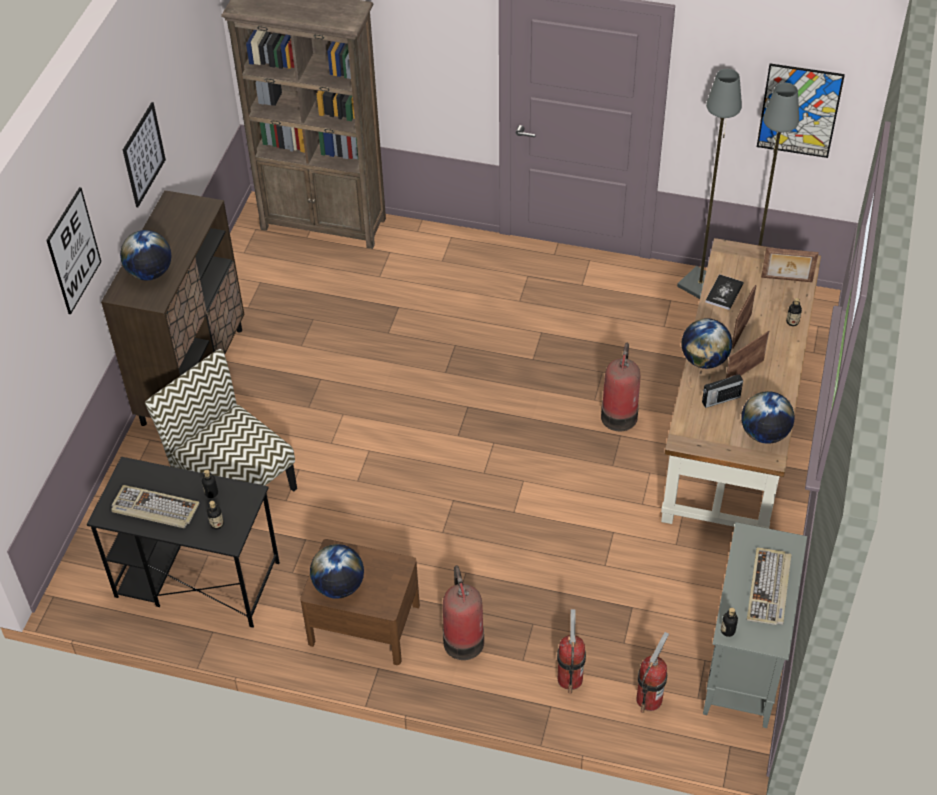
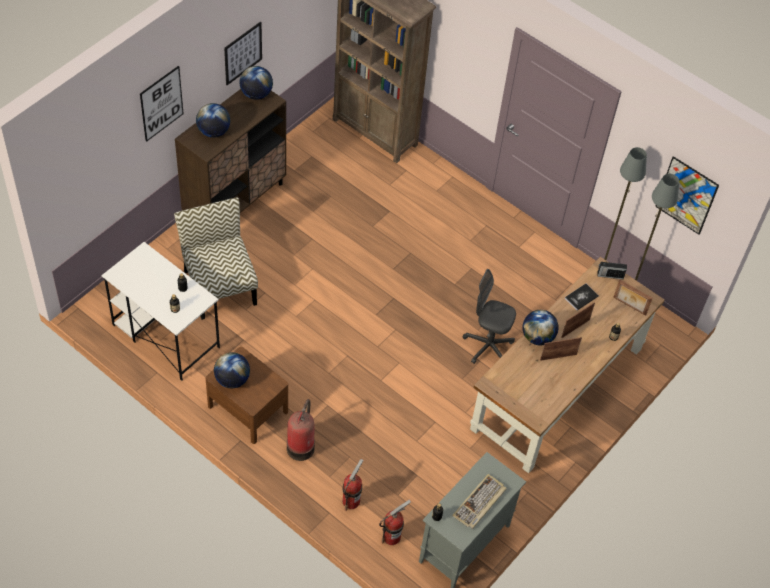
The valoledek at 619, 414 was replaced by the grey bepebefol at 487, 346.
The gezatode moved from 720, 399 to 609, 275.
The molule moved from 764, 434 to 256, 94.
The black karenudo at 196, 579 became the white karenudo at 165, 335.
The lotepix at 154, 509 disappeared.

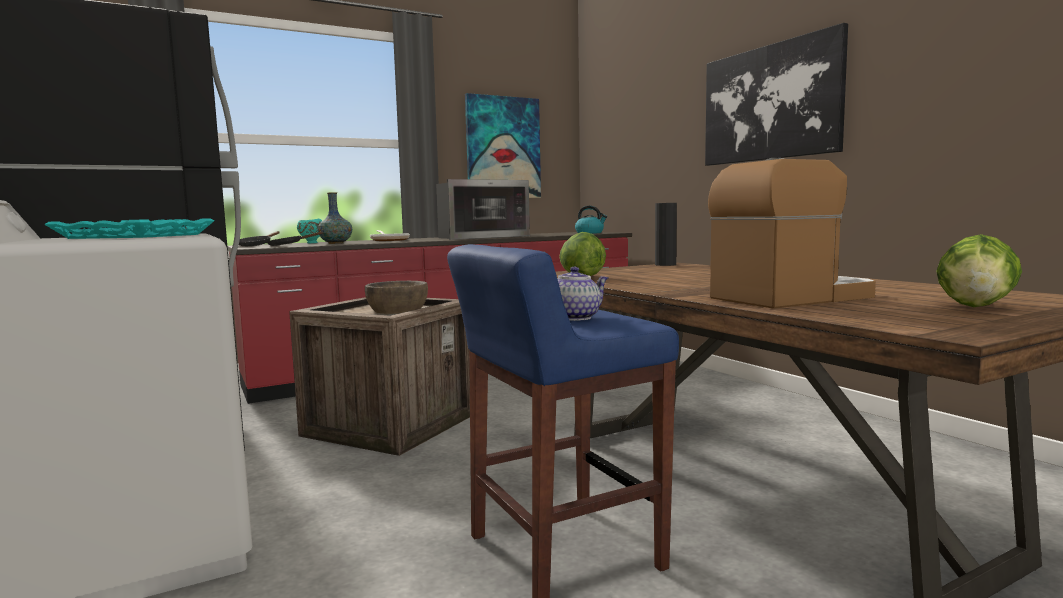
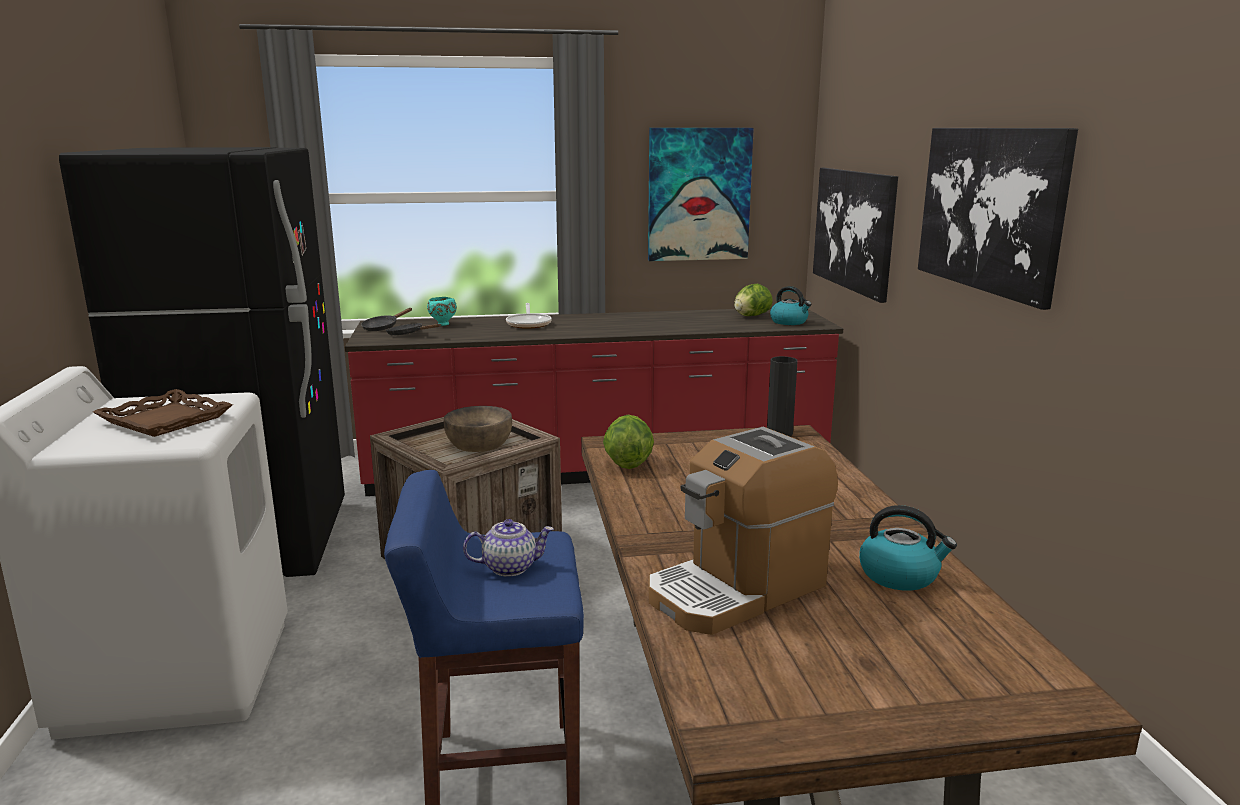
The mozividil at 791, 297 turned 150 degrees clockwise.
The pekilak at 480, 237 disappeared.
The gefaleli at 336, 243 disappeared.
The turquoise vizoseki at 134, 236 became the brown vizoseki at 164, 420.
The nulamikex moved from 975, 306 to 751, 316.
The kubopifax at 854, 230 appeared.
The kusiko at 900, 575 appeared.

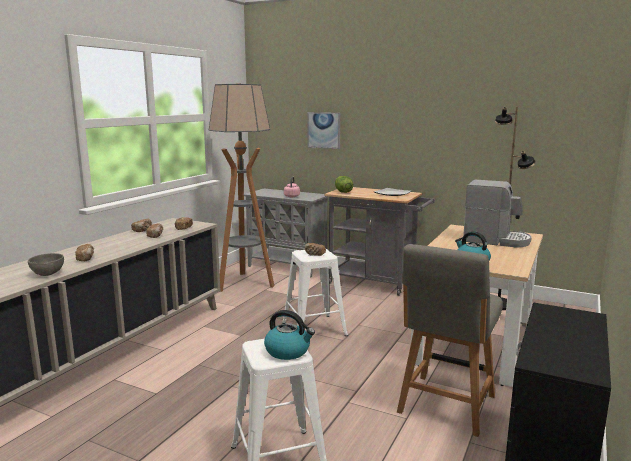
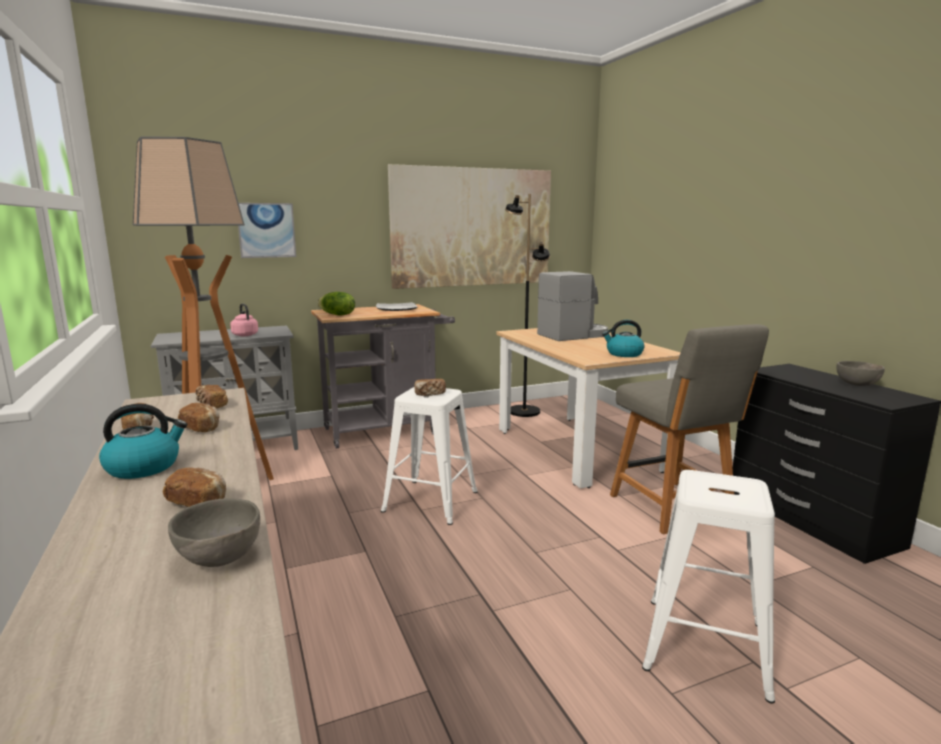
The kusiko moved from 288, 351 to 144, 467.
The kubopifax at 472, 227 appeared.
The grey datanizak at 858, 385 appeared.

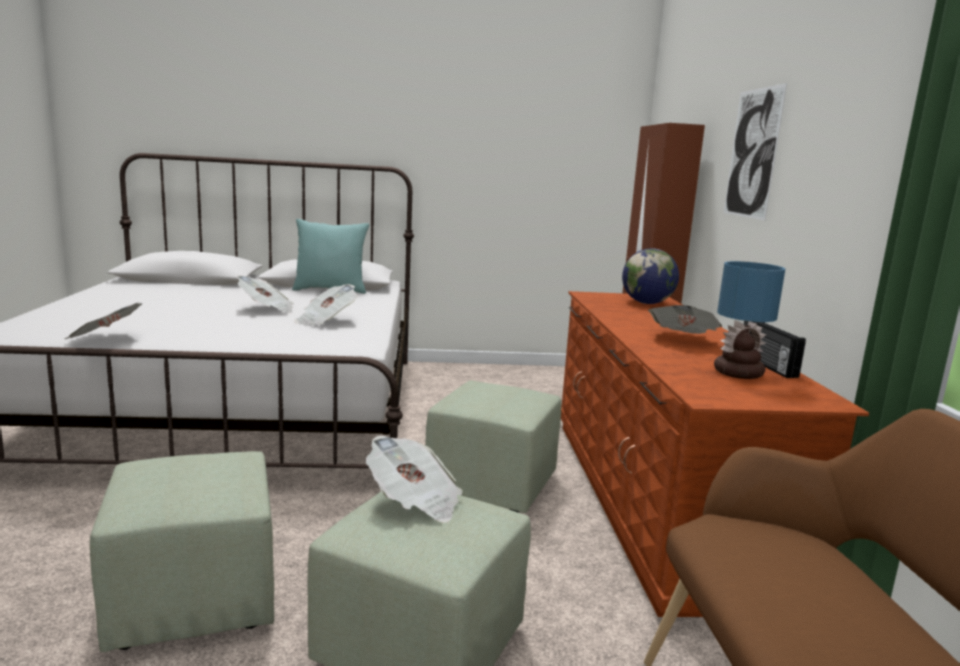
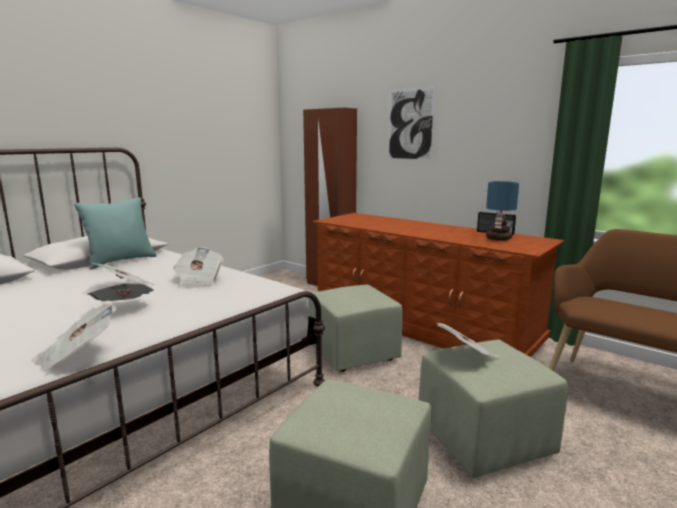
The molule at 647, 303 disappeared.
The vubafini moved from 682, 339 to 124, 308.

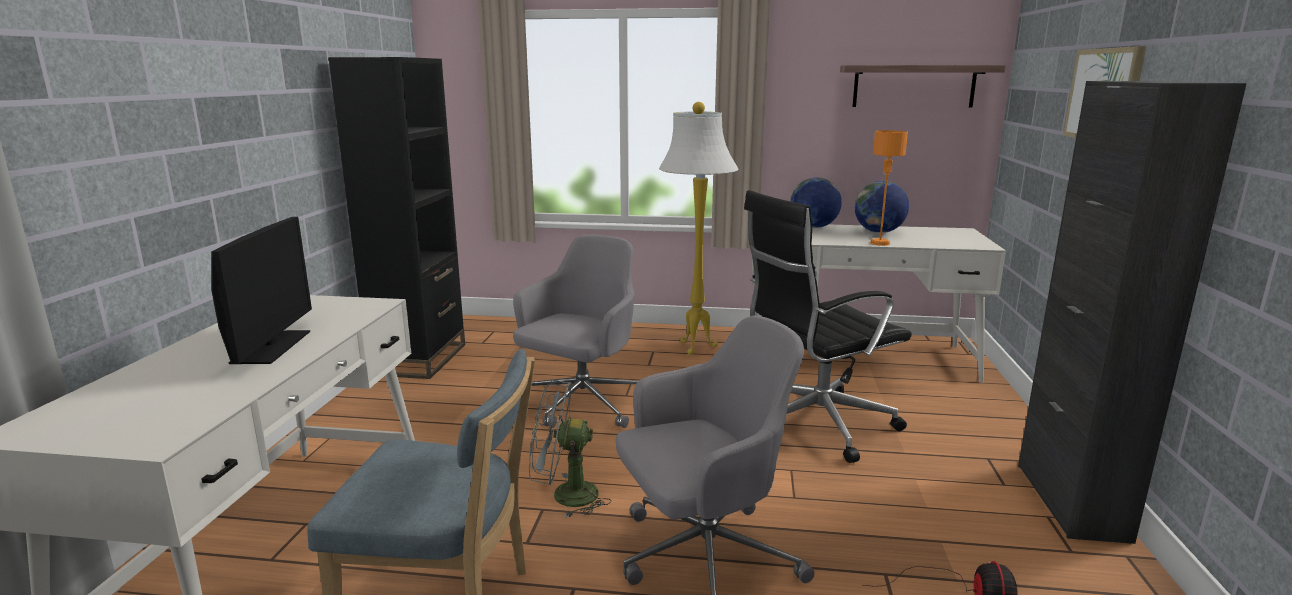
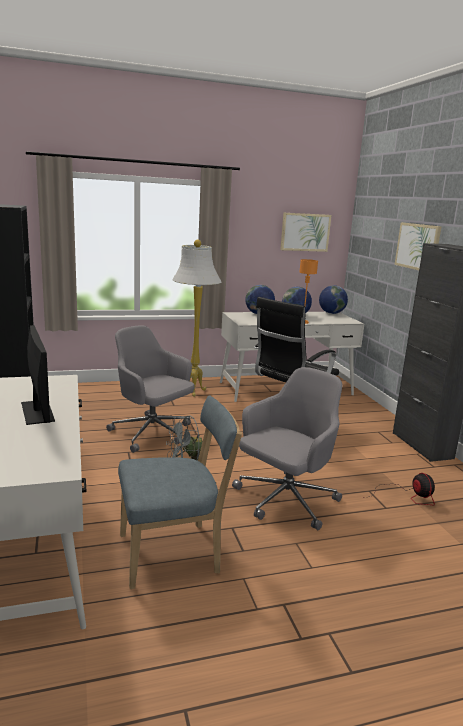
The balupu at 913, 86 was replaced by the kubopifax at 305, 232.
The grey bepebefol at 581, 404 turned 60 degrees counterclockwise.
The molule at 331, 313 appeared.

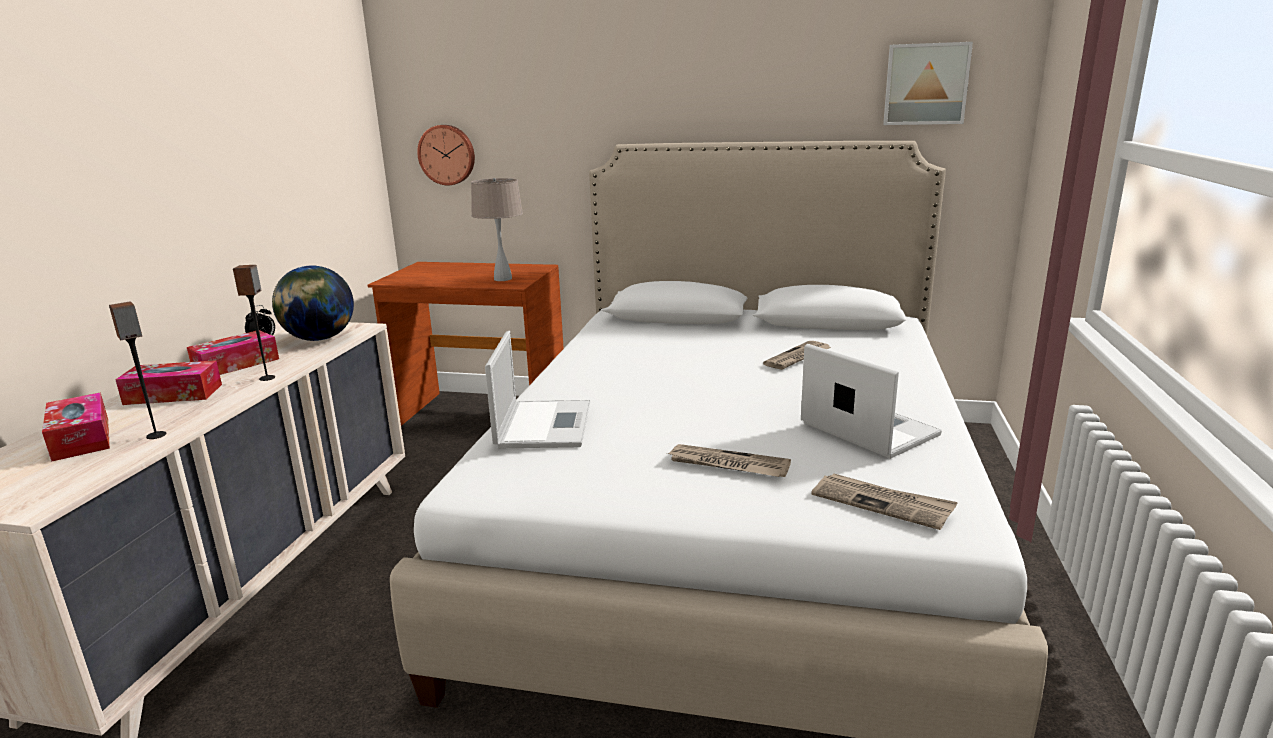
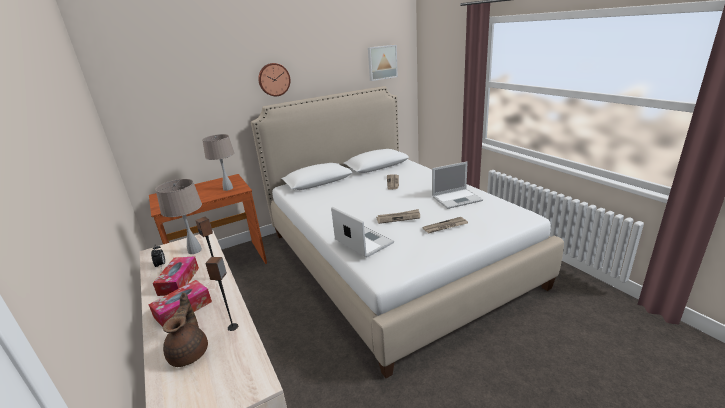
The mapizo moved from 447, 155 to 274, 79.
The molule at 319, 339 was replaced by the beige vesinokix at 194, 250.
The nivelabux at 866, 429 turned 150 degrees clockwise.
The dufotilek at 81, 439 was replaced by the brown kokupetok at 190, 352.
The vubafini moved from 882, 503 to 398, 218.

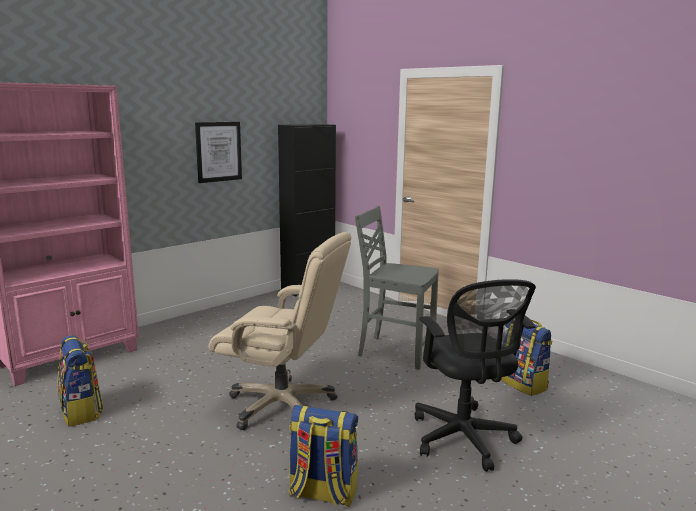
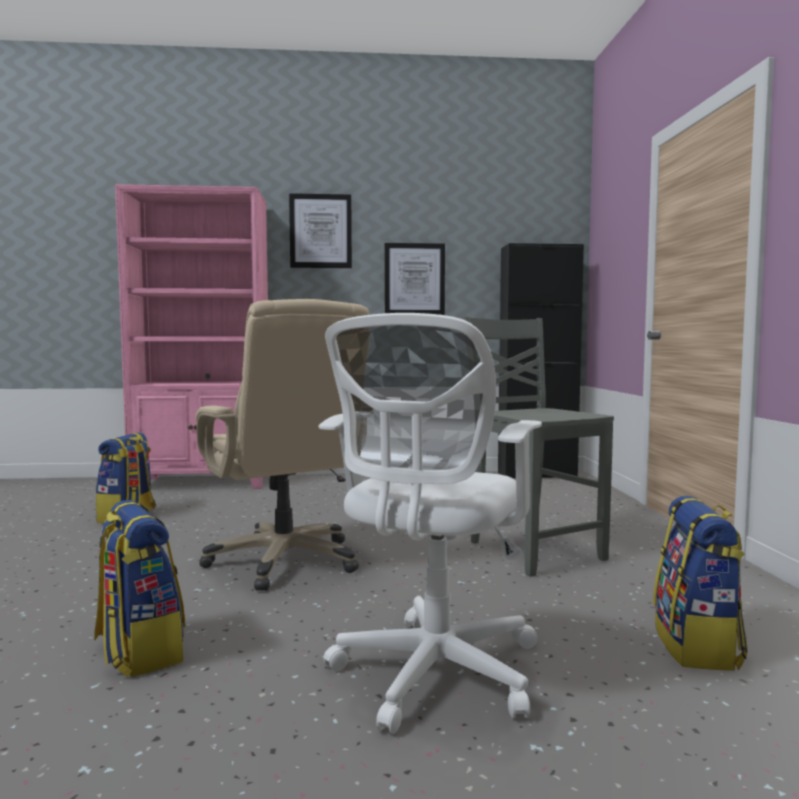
The black bepebefol at 464, 440 became the white bepebefol at 432, 676.
The kubopifax at 320, 231 appeared.

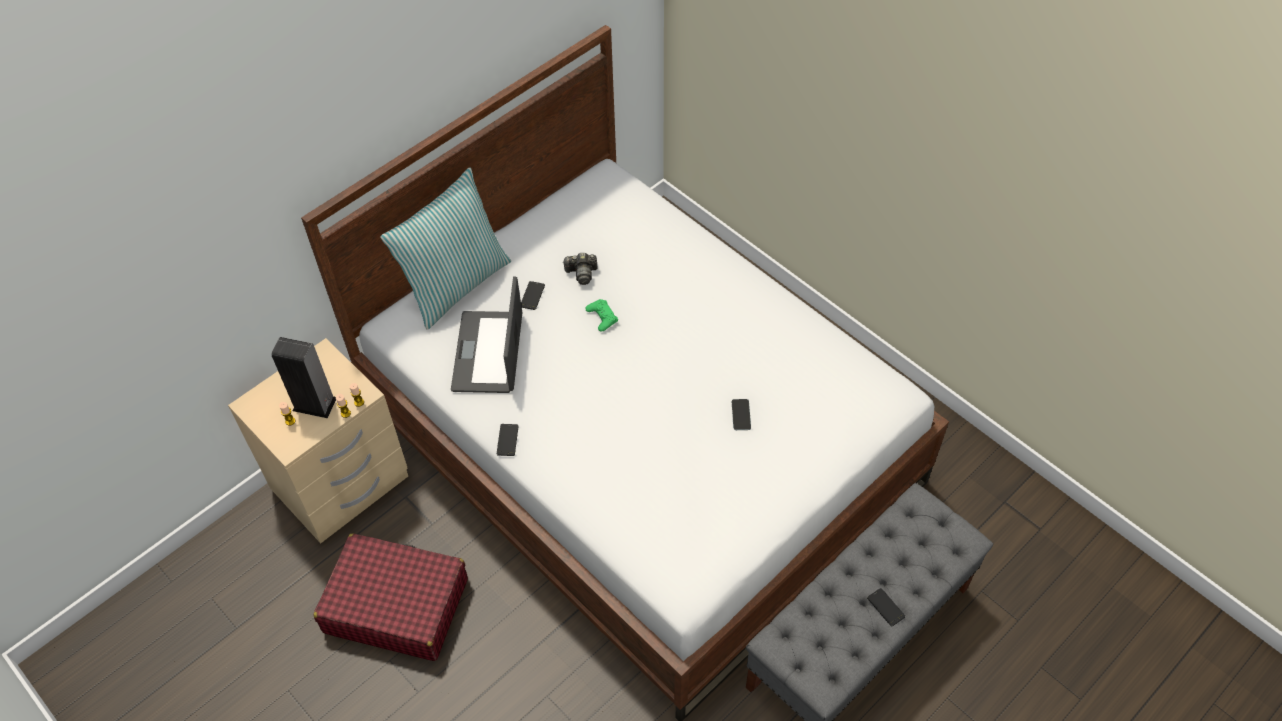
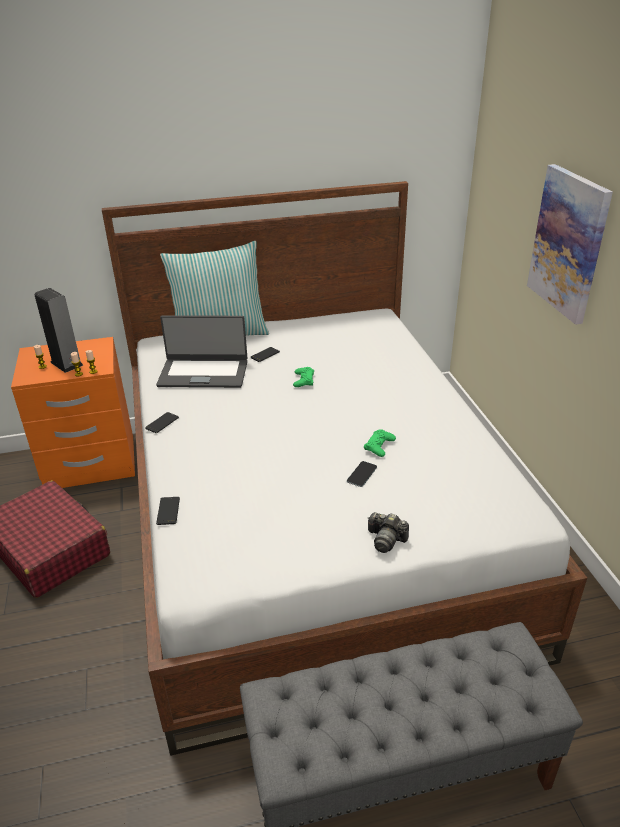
The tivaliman moved from 581, 273 to 386, 540.
The nivelabux at 489, 352 turned 120 degrees counterclockwise.
The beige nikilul at 341, 484 became the orange nikilul at 90, 464.
The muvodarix moved from 886, 607 to 168, 511.
The kubopifax at 568, 243 appeared.
The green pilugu at 379, 446 appeared.

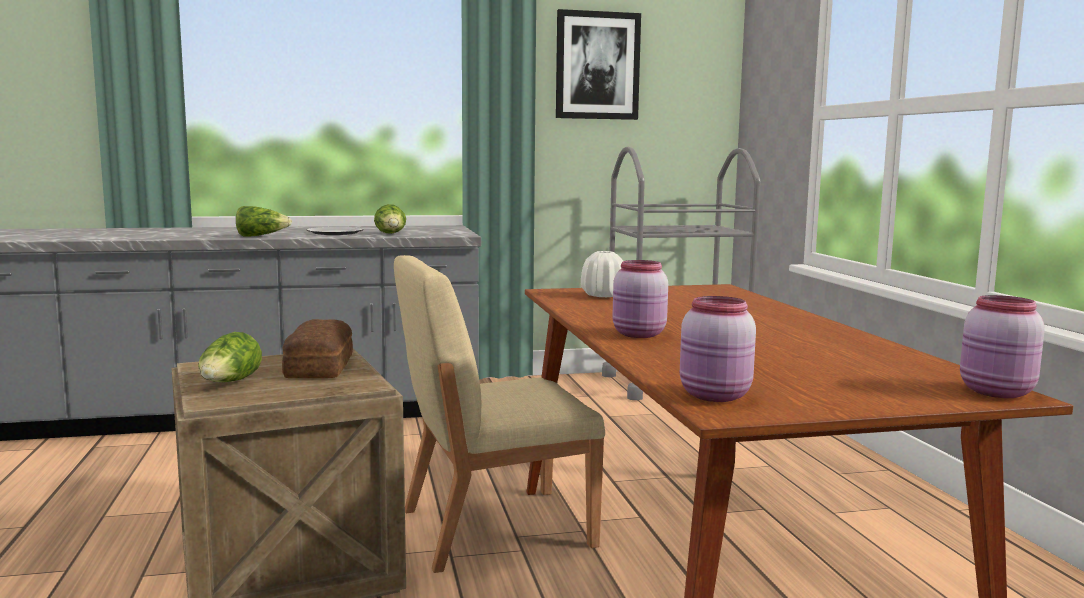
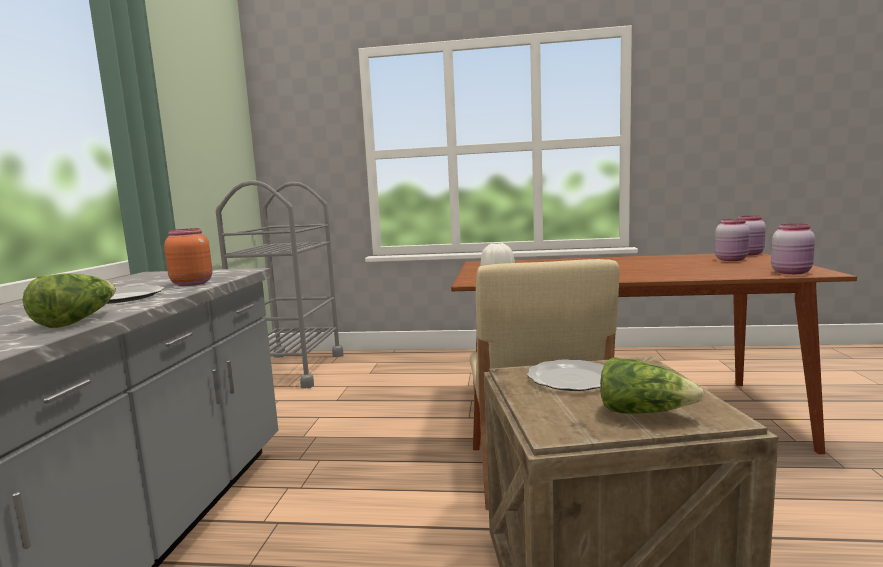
The kubopifax at 597, 66 disappeared.
The nulamikex at 391, 234 was replaced by the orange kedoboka at 191, 283.
The pink kedoboka moved from 639, 334 to 731, 260.
The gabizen at 317, 367 was replaced by the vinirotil at 572, 379.

